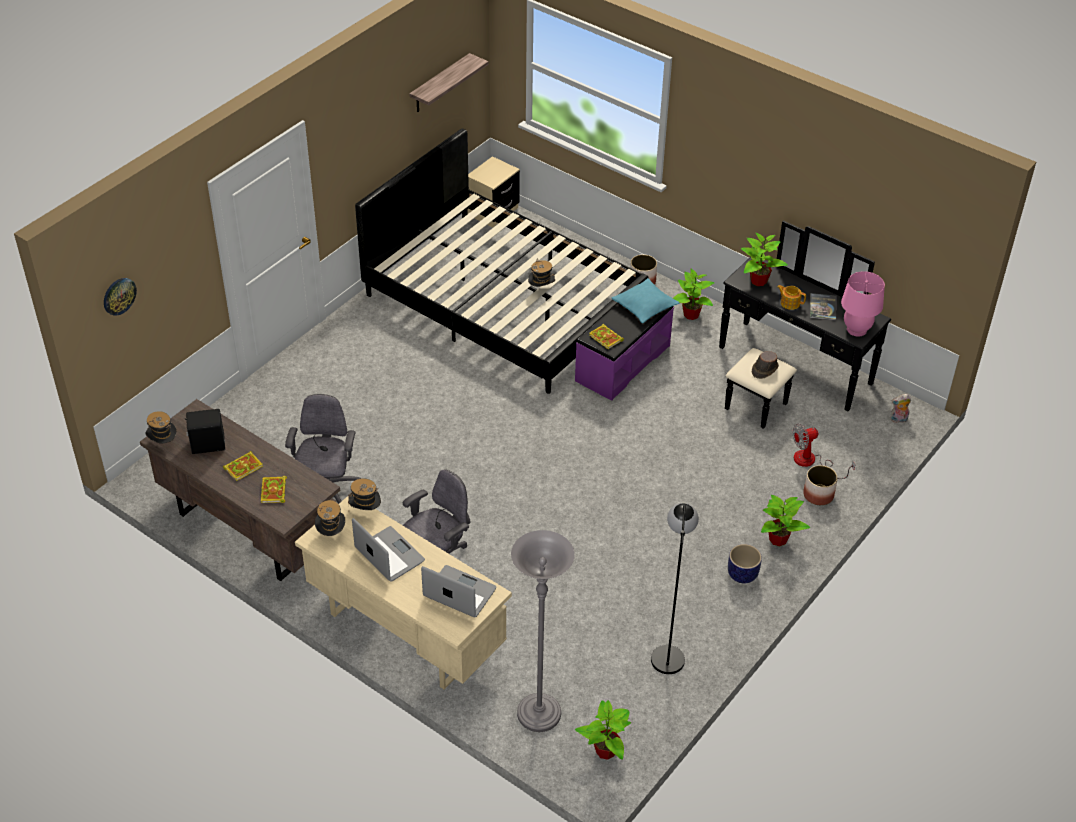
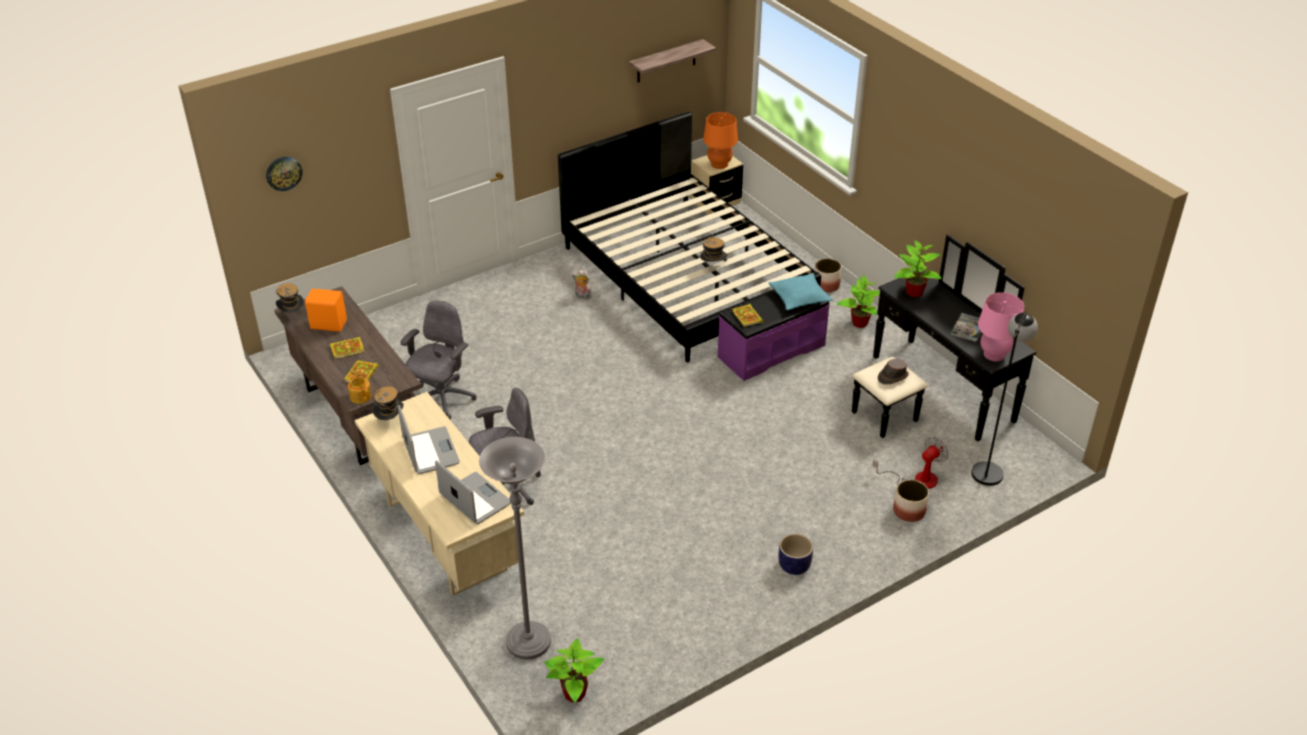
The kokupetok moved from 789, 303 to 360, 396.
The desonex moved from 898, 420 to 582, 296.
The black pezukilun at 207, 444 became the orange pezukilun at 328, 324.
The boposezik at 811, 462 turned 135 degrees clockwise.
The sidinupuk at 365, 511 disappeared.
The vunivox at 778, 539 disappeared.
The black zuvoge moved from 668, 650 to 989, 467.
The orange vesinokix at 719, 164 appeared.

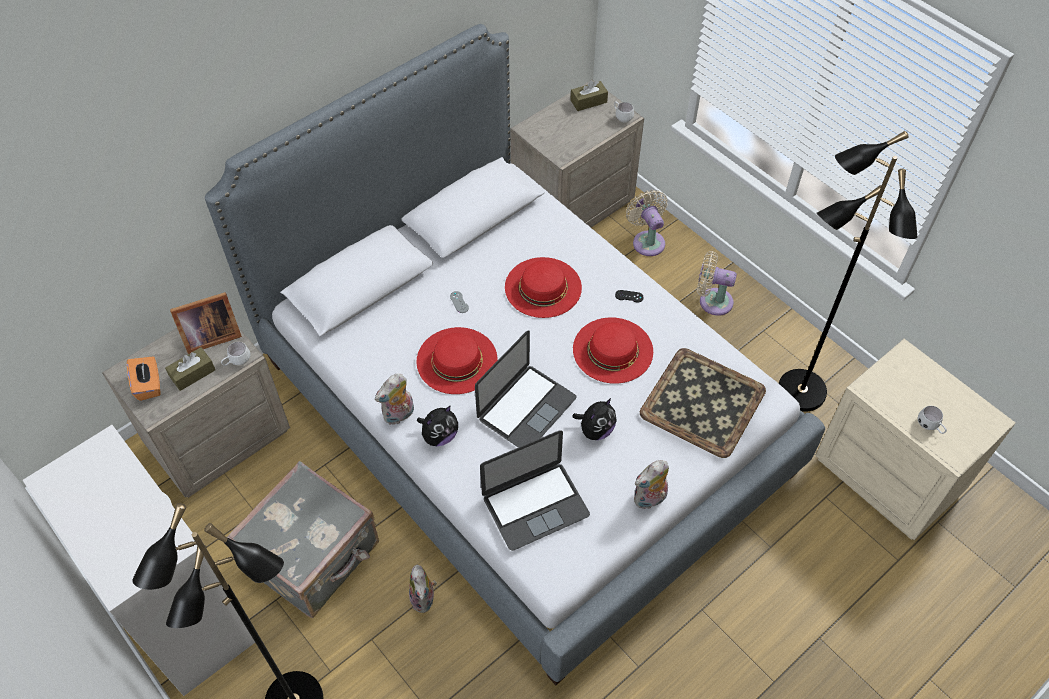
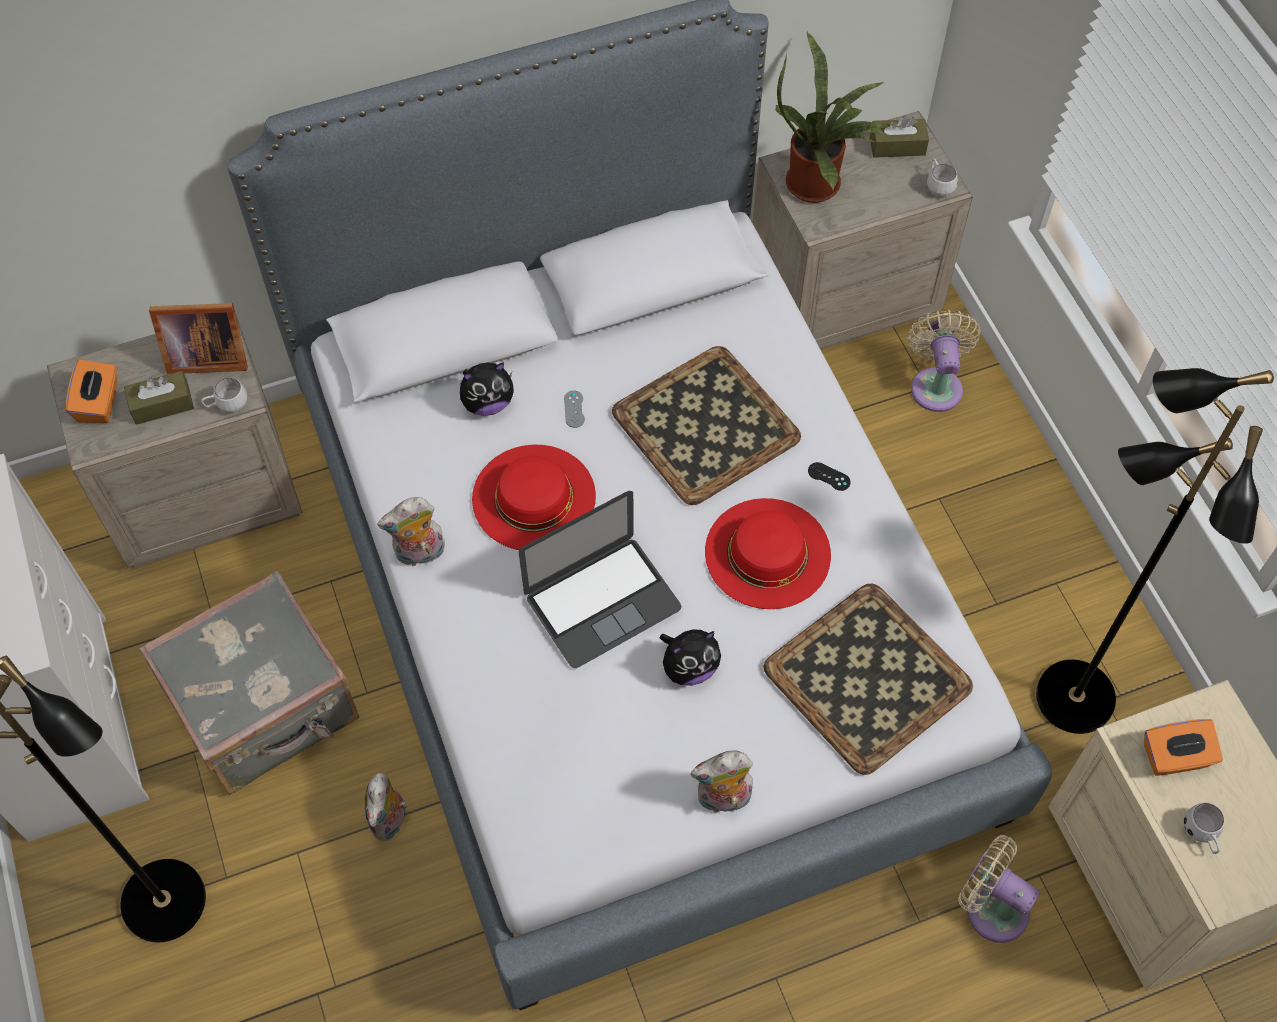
The beige boposezik moved from 712, 301 to 991, 907.
The red sidinupuk at 543, 287 was replaced by the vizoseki at 706, 423.
The desonex moved from 439, 436 to 487, 403.
The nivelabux at 535, 505 disappeared.
The vunivox at 818, 184 appeared.
The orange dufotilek at 1175, 757 appeared.

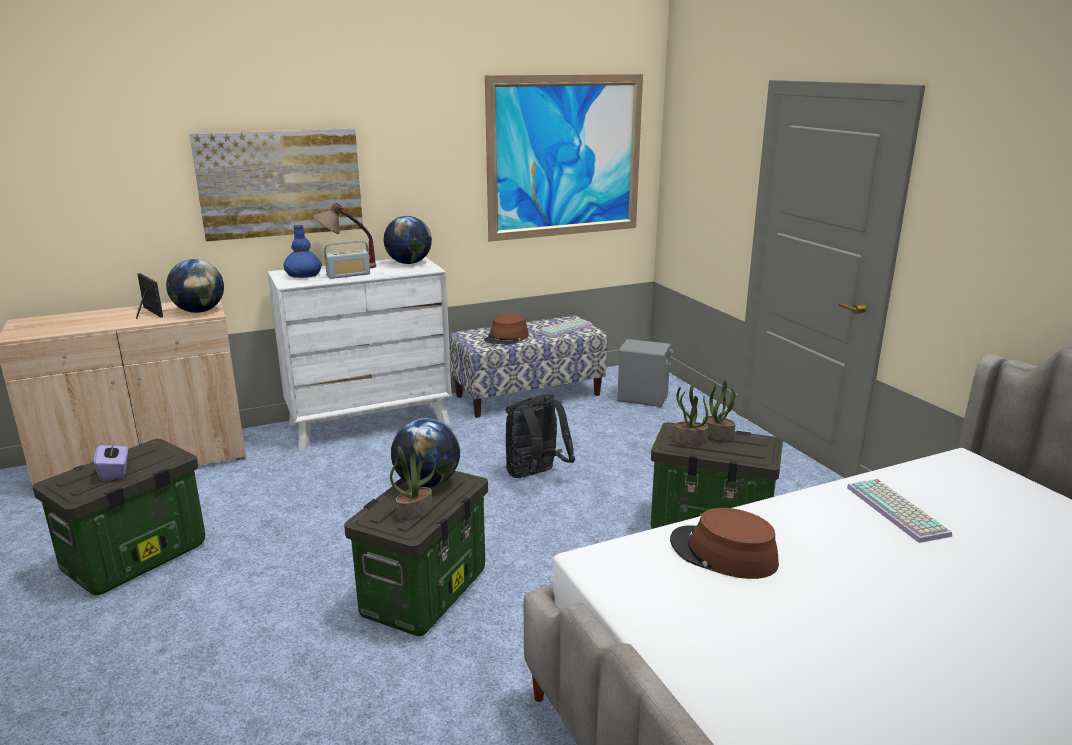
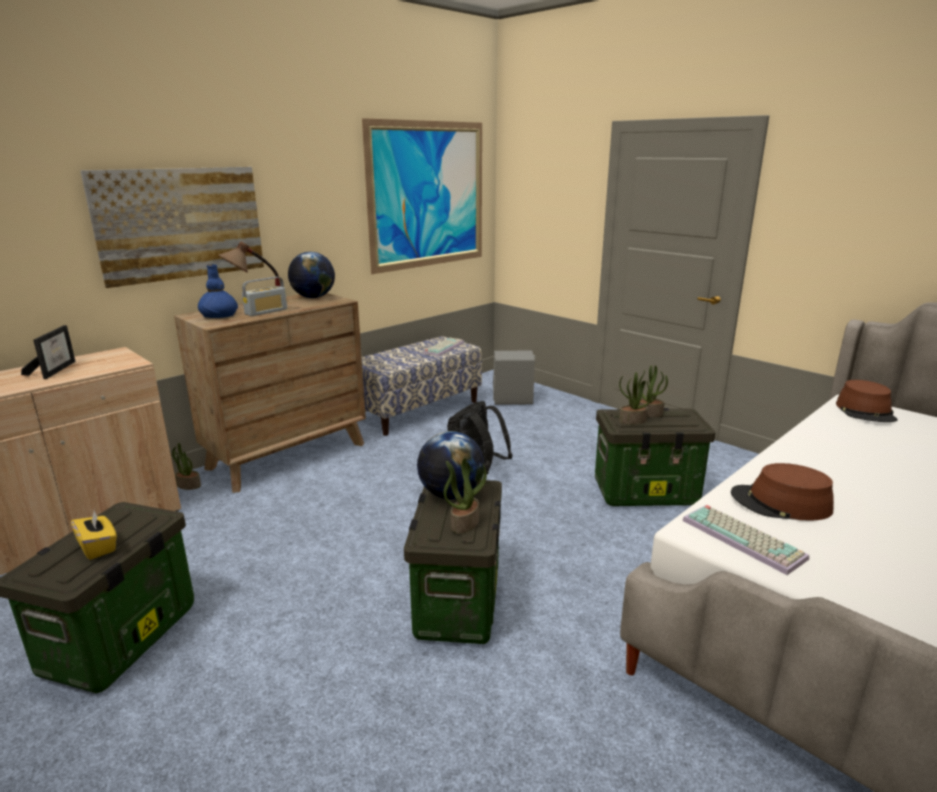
The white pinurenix at 369, 423 became the brown pinurenix at 287, 456.
The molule at 199, 311 disappeared.
The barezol at 147, 313 turned 60 degrees clockwise.
The brown sidinupuk moved from 506, 338 to 865, 411.
The purple dufotilek at 115, 472 became the yellow dufotilek at 98, 547.
The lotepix moved from 899, 511 to 745, 539.
The vunivox at 188, 485 appeared.

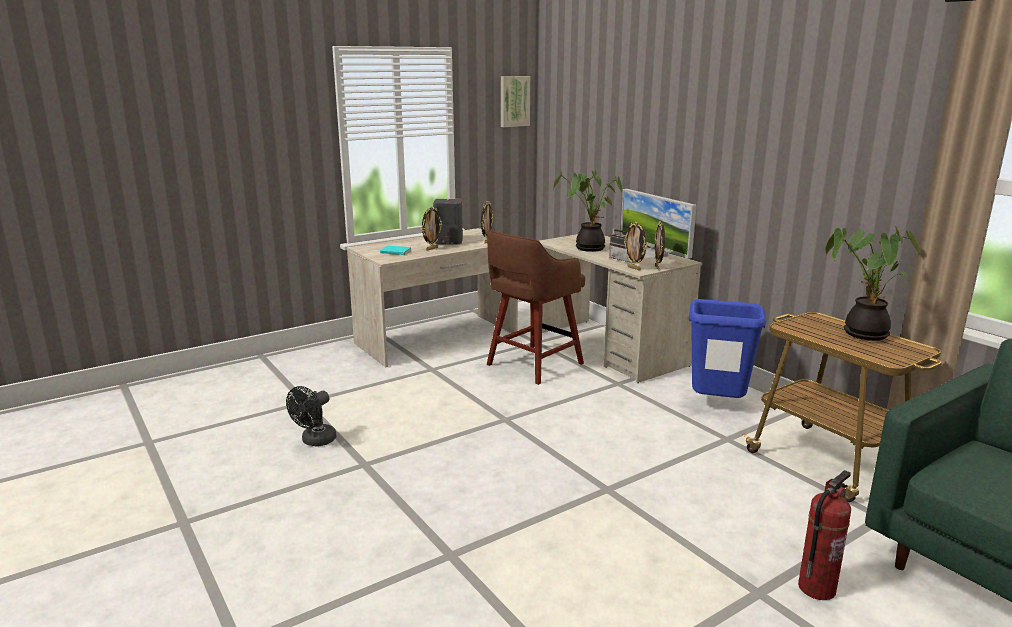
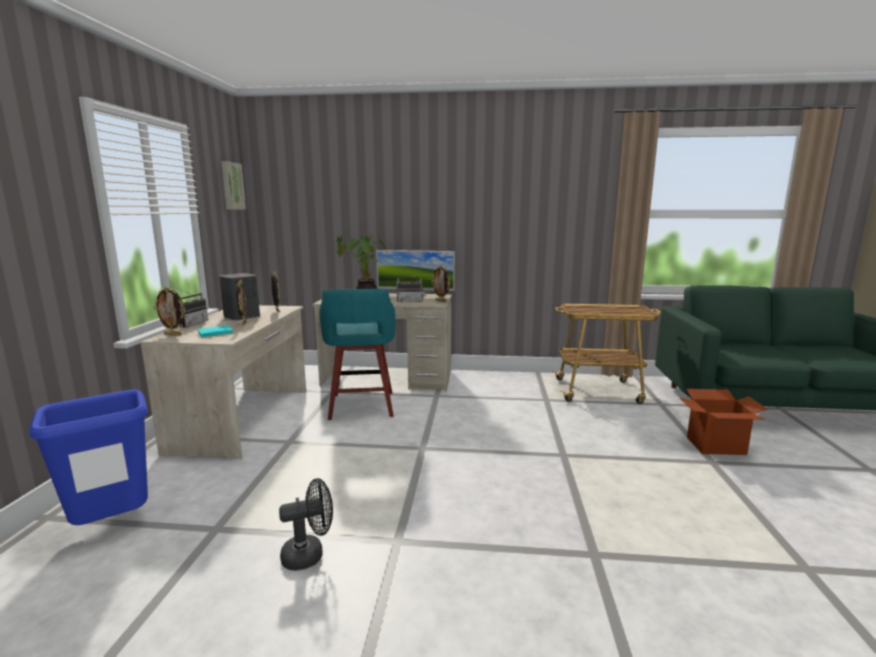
The barezol moved from 634, 268 to 173, 334.
The vunivox at 861, 333 disappeared.
The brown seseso at 532, 365 became the turquoise seseso at 361, 406.
The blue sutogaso moved from 716, 405 to 112, 526.
The black boposezik at 315, 441 turned 90 degrees counterclockwise.
The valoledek at 816, 588 was replaced by the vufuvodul at 715, 446.
The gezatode at 191, 324 appeared.

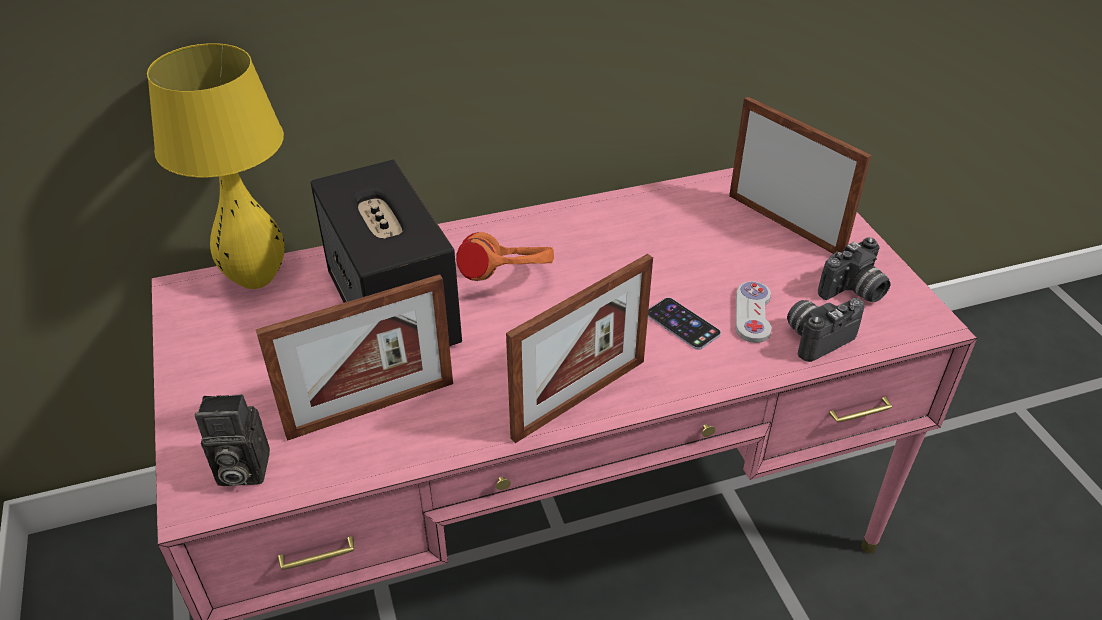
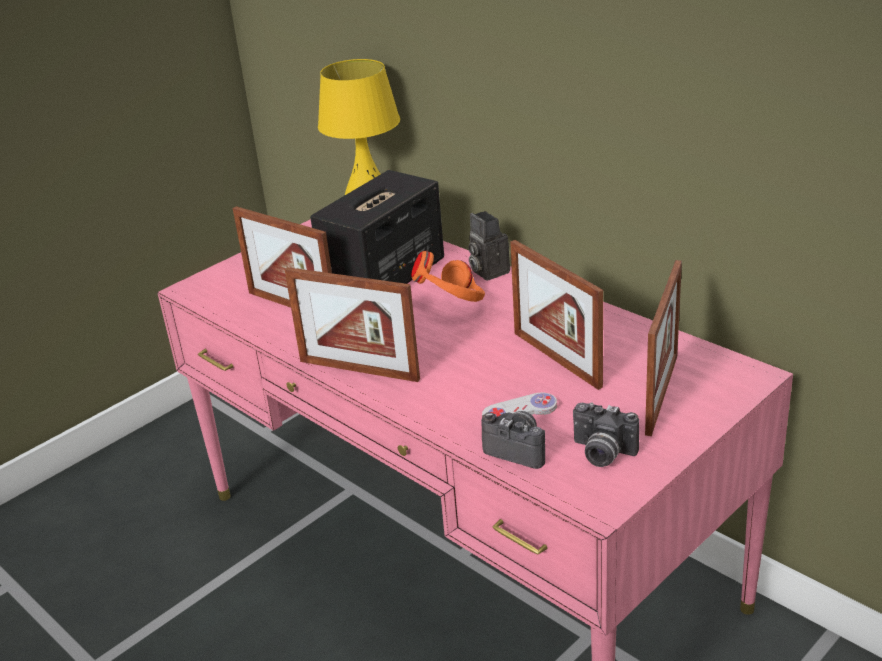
The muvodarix at 682, 324 disappeared.
The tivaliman moved from 240, 470 to 487, 271.
The barezol at 556, 359 appeared.

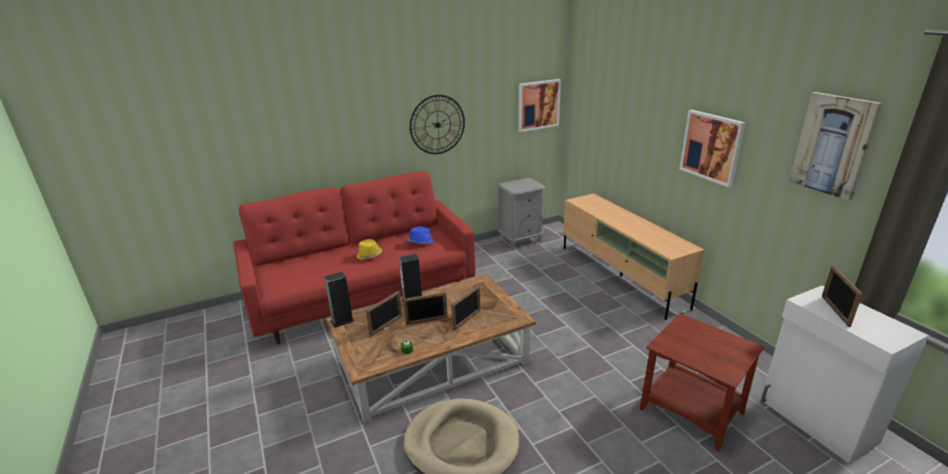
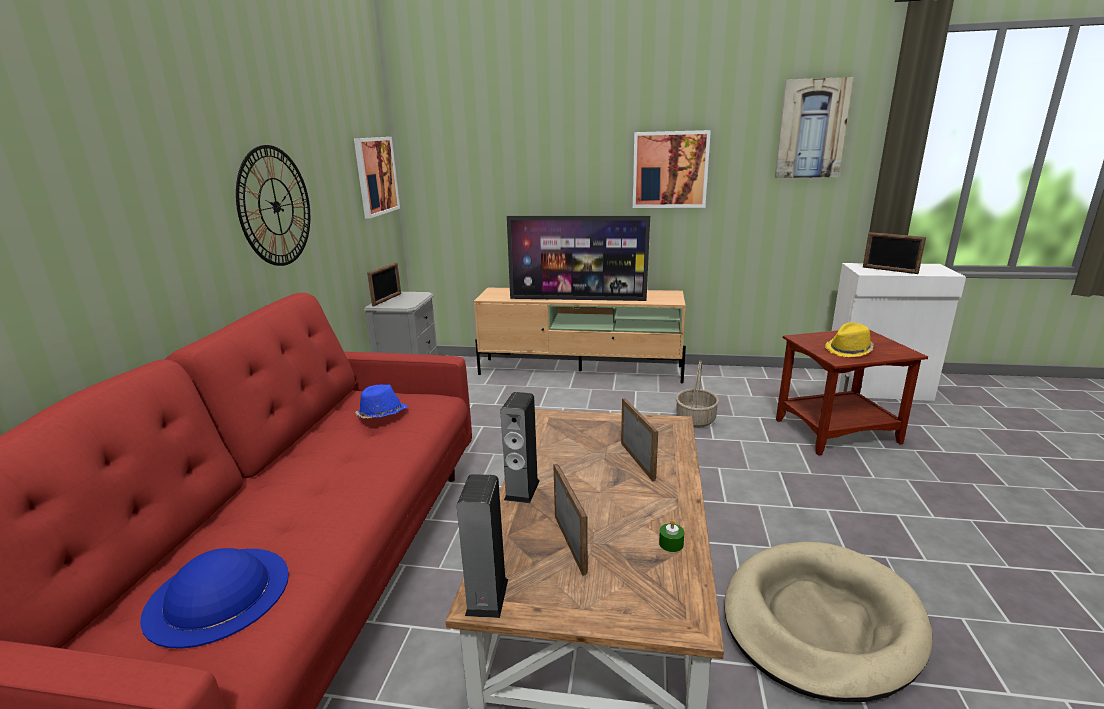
The yellow sidinupuk moved from 369, 256 to 849, 350.
The barezol moved from 427, 321 to 387, 299.
The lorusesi at 578, 299 appeared.
The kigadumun at 695, 419 appeared.
The blue sidinupuk at 218, 594 appeared.

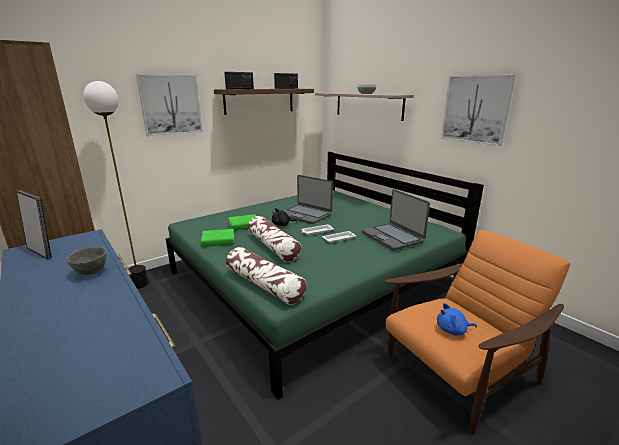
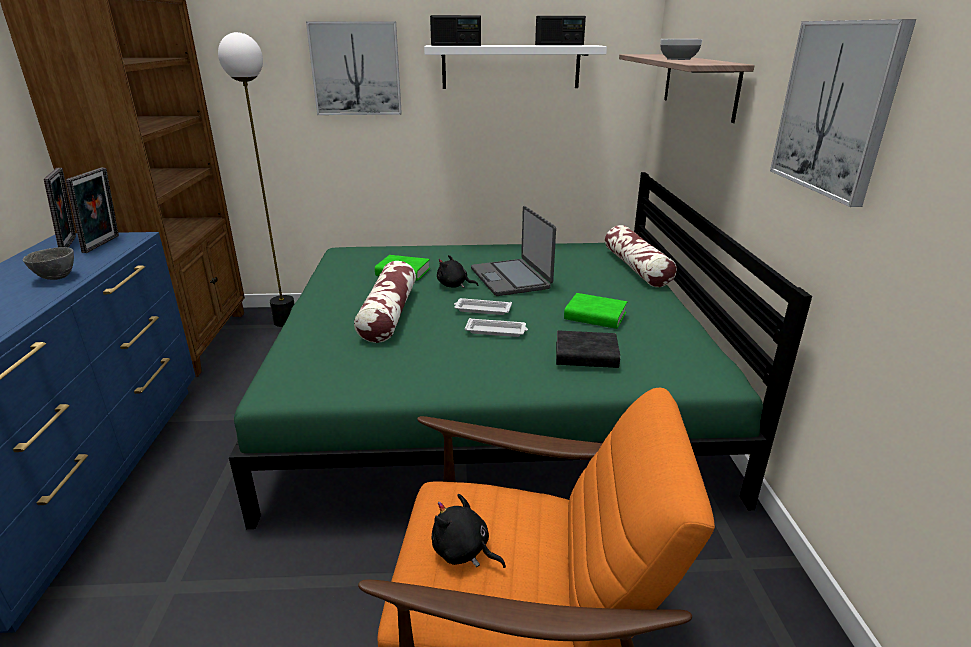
The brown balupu at 259, 101 became the white balupu at 511, 67.
The nivelabux at 392, 237 was replaced by the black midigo at 586, 355.
The green midigo moved from 218, 241 to 595, 316.
The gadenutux moved from 264, 285 to 636, 268.
The blue desonex at 453, 330 became the black desonex at 463, 551.
The barezol at 104, 244 appeared.

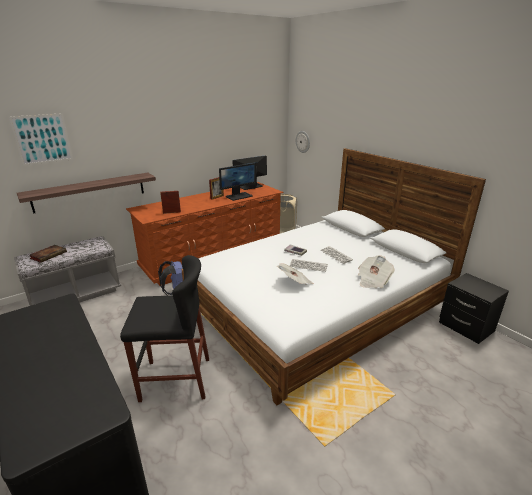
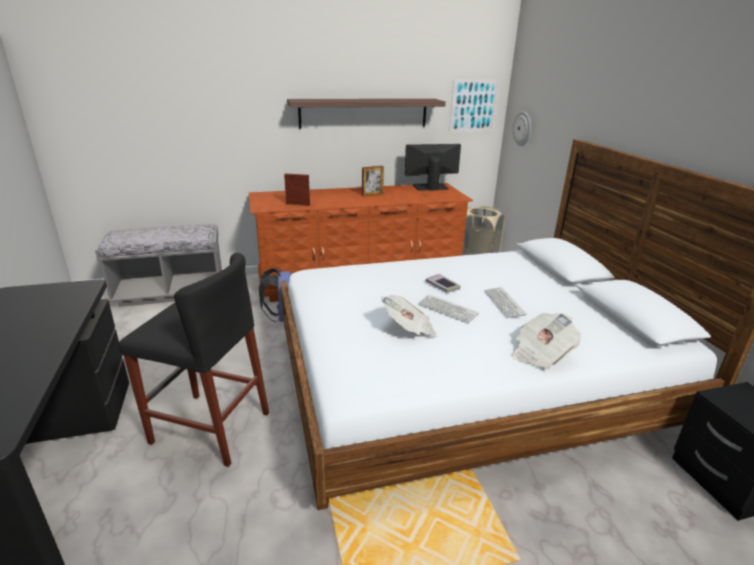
The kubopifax moved from 42, 139 to 473, 106.
The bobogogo at 239, 196 disappeared.
The balupu moved from 90, 192 to 364, 113.
The midigo at 49, 255 disappeared.

